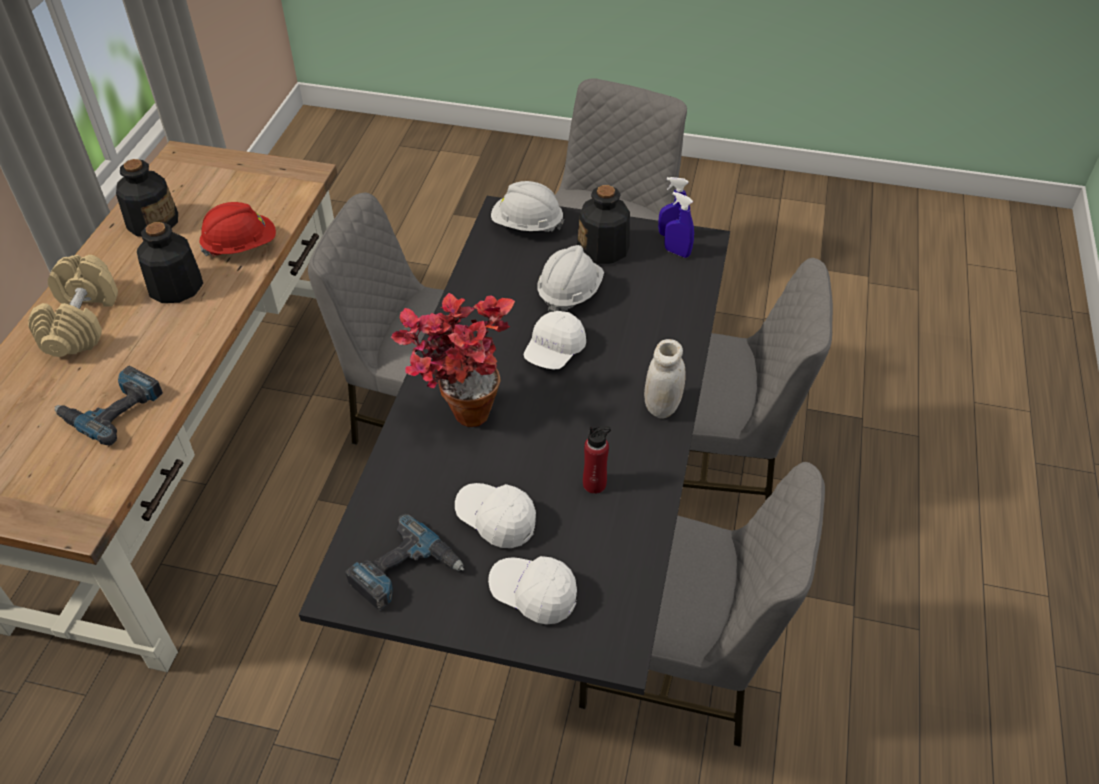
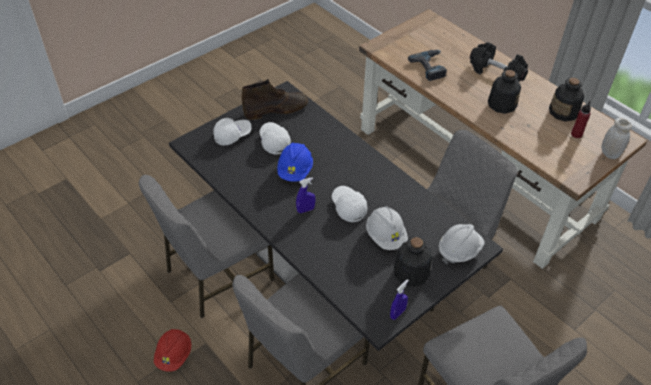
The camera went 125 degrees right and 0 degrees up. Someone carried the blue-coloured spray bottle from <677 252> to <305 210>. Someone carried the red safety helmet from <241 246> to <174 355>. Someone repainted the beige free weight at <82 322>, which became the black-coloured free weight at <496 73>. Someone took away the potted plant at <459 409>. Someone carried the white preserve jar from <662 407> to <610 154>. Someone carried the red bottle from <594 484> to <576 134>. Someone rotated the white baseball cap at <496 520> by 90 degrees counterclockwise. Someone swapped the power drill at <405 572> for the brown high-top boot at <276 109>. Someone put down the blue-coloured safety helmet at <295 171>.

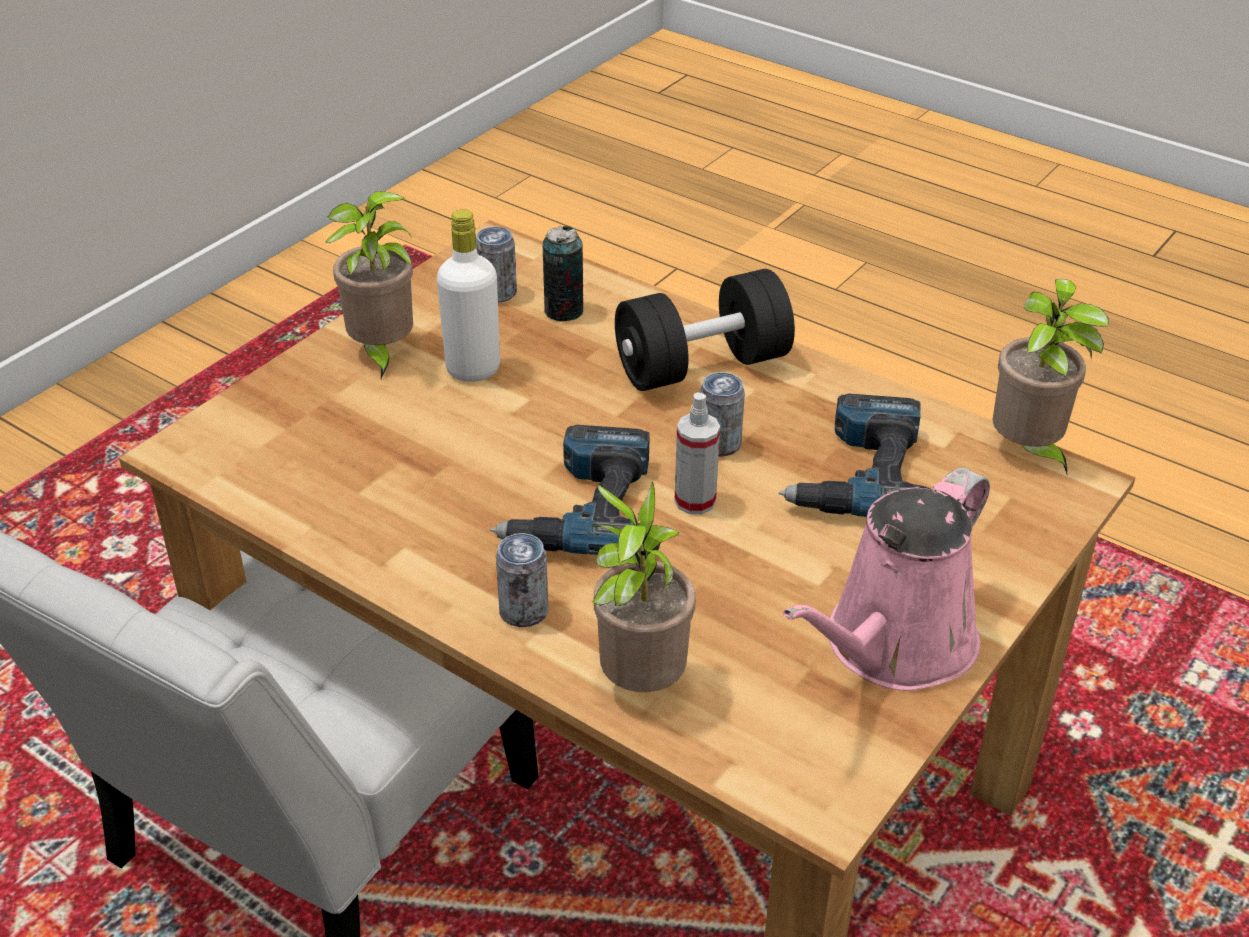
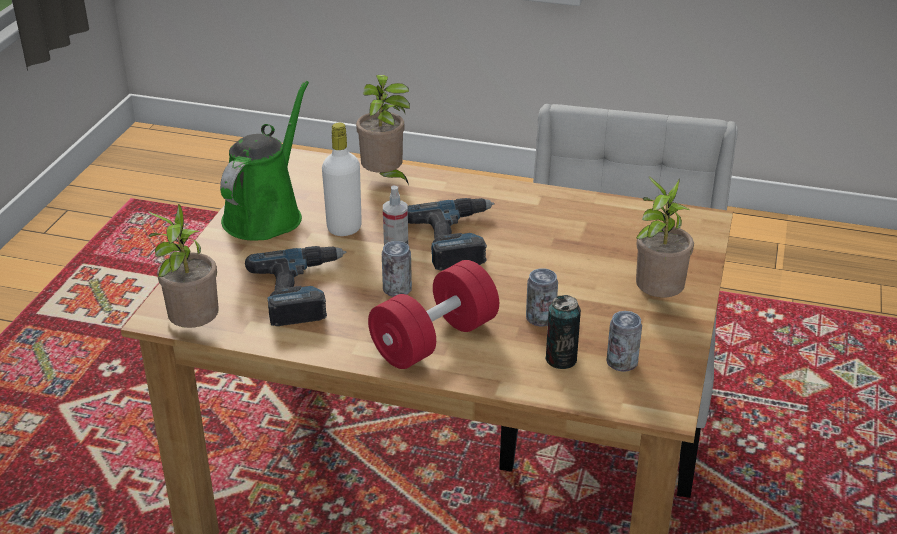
The camera went 160 degrees right and 5 degrees down. Someone carried the white bottle from <473 369> to <344 228>. Someone repainted the black-coloured free weight at <702 366>, which became the red free weight at <434 340>. Someone repainted the pink sprinkling can at <892 646>, which became the green sprinkling can at <266 214>. Someone carried the sealed can from <523 612> to <540 318>.

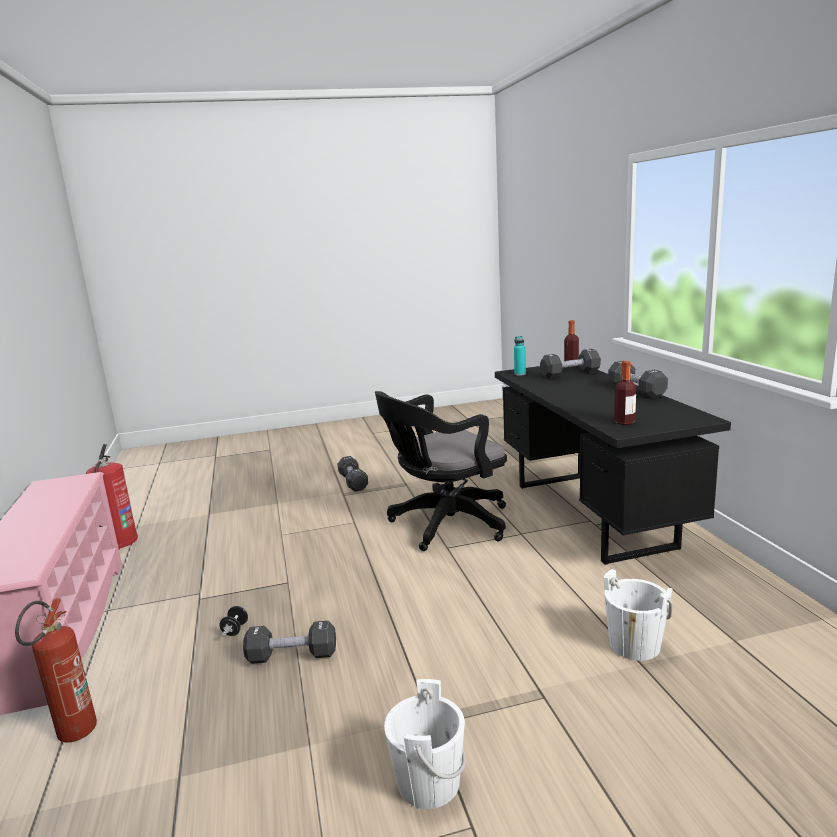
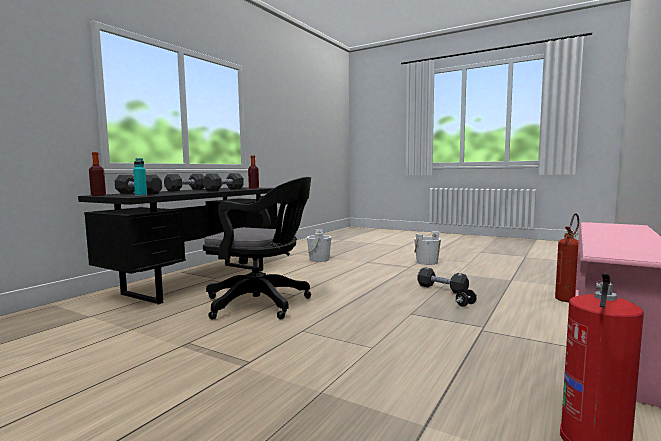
The camera went 135 degrees left and 10 degrees down. Someone carried the black-coloured free weight from <353 482> to <224 190>.

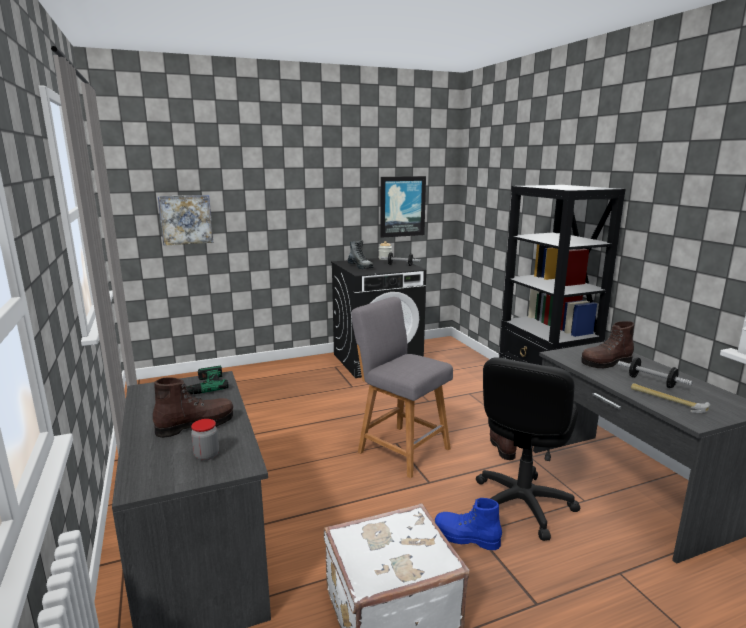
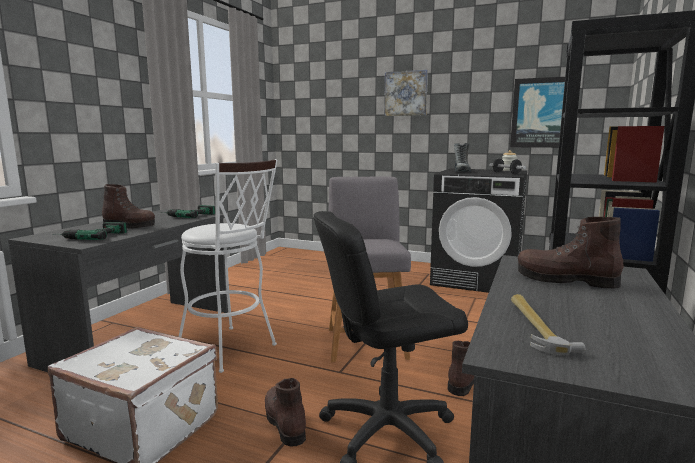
The camera went 45 degrees right and 5 degrees down. Someone carried the wall picture from <186 219> to <406 93>. Someone took away the free weight at <651 382>. Someone swapped the preserve jar at <206 455> for the power drill at <90 236>. Someone repainted the blue-coloured high-top boot at <466 537>, which became the brown high-top boot at <284 422>. Someone put down the white stool at <232 350>.

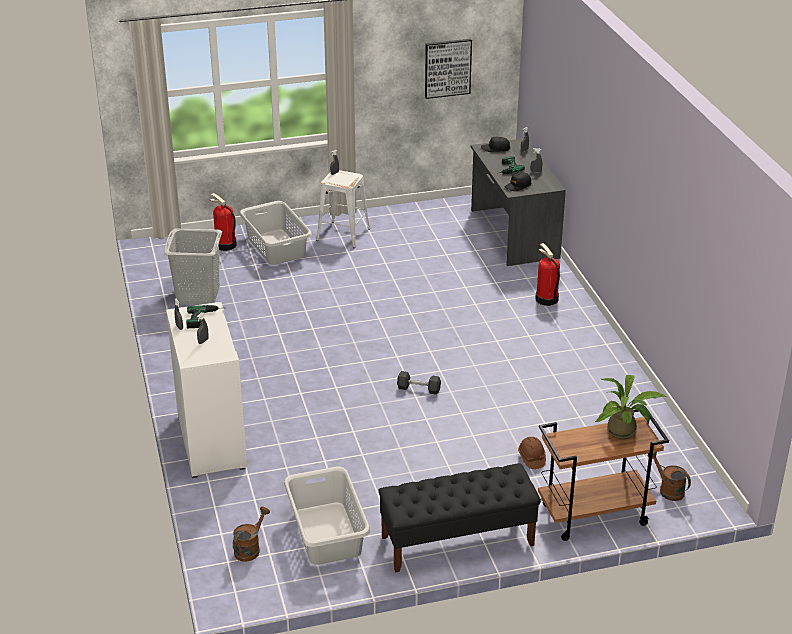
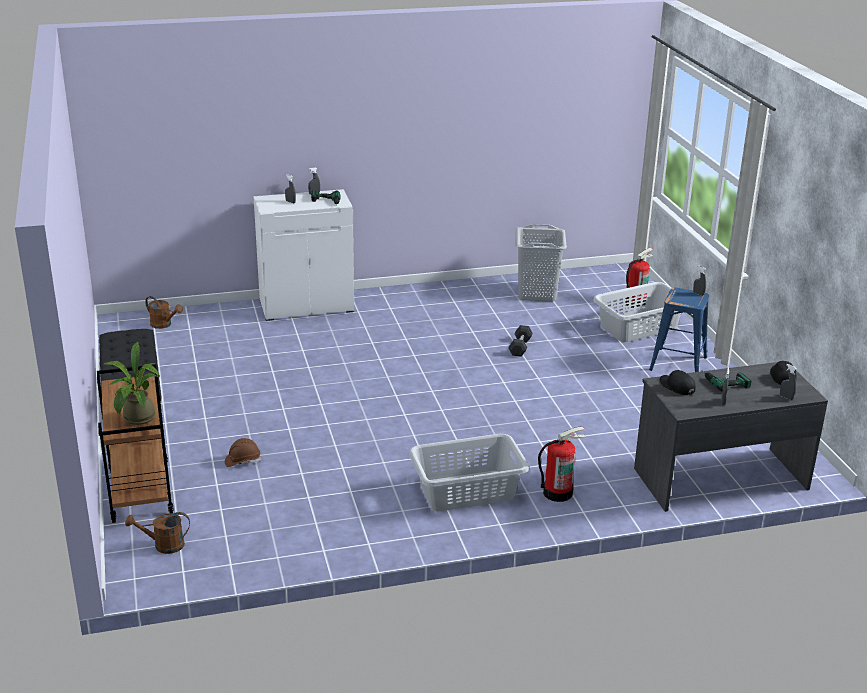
The camera went 90 degrees right and 5 degrees down. Someone took away the wall picture at <447 68>. Someone repainted the white stool at <343 234>, which became the blue-coloured stool at <678 363>. Someone carried the gray free weight from <418 389> to <520 347>. Someone rotated the brown sprinkling can at <668 490> by 150 degrees counterclockwise. Someone carried the gray washing basket from <326 533> to <466 490>.

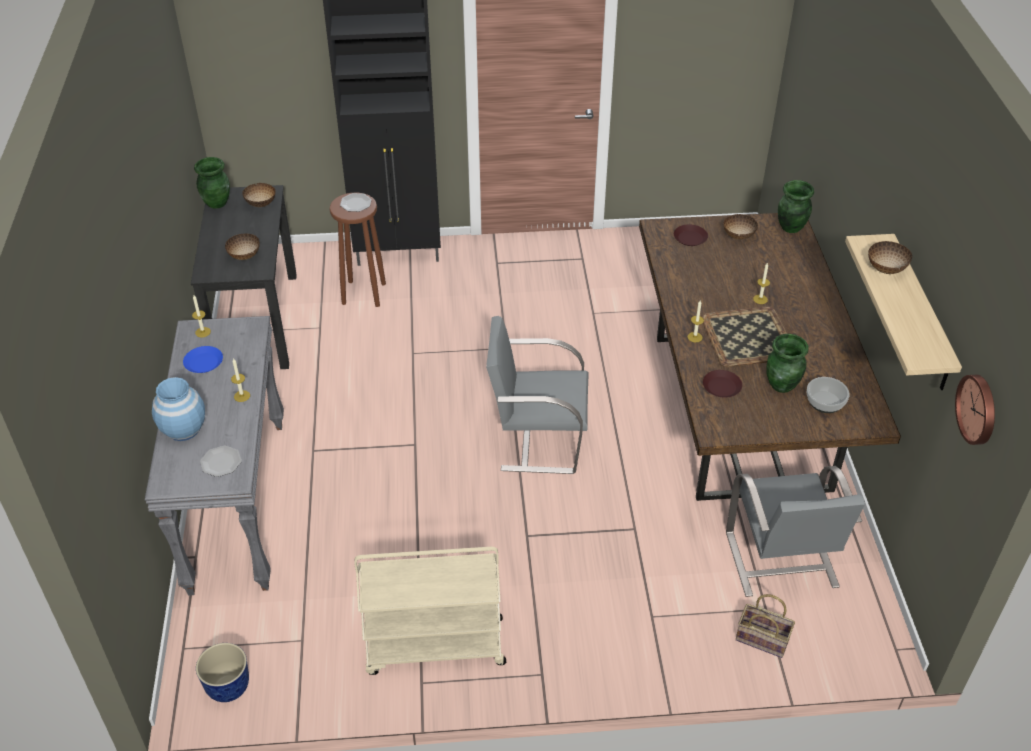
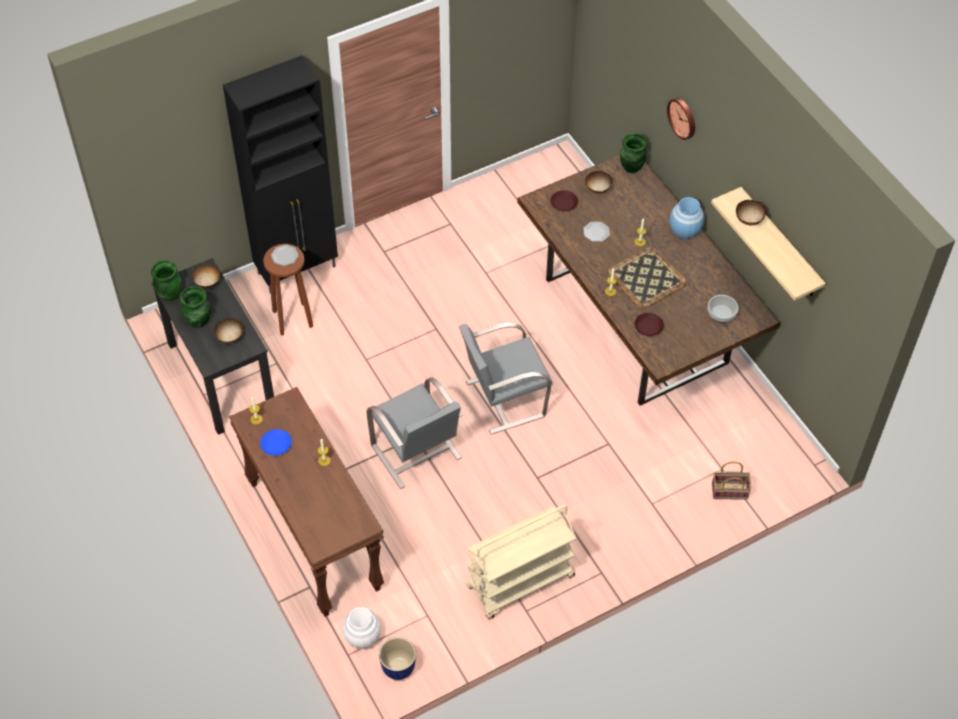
The camera went 25 degrees left and 10 degrees up. Someone repainted the gray hall table at <236 504>, which became the brown hall table at <312 536>. Someone carried the green decorative vase from <782 385> to <199 321>. Someone carried the clock on the wall from <978 409> to <683 118>. Someone carried the blue-coloured decorative vase from <183 429> to <684 231>. Someone carried the dinner plate from <220 462> to <596 232>. Someone carried the gray plain chair from <781 561> to <416 453>. Someone put down the white decorative vase at <363 637>.

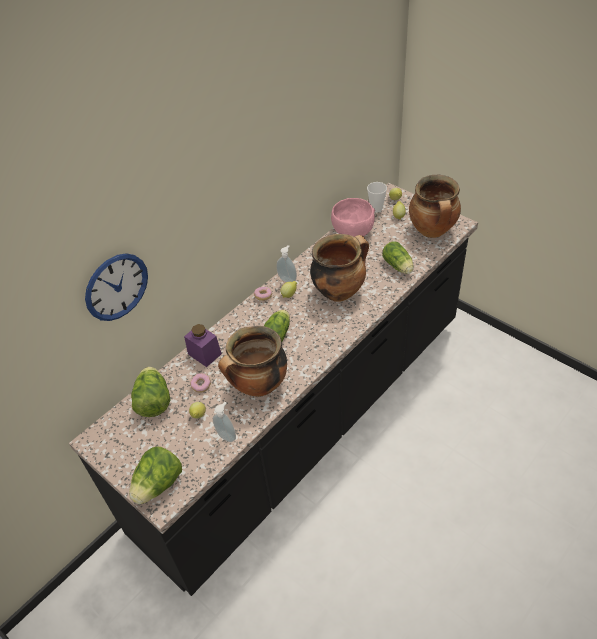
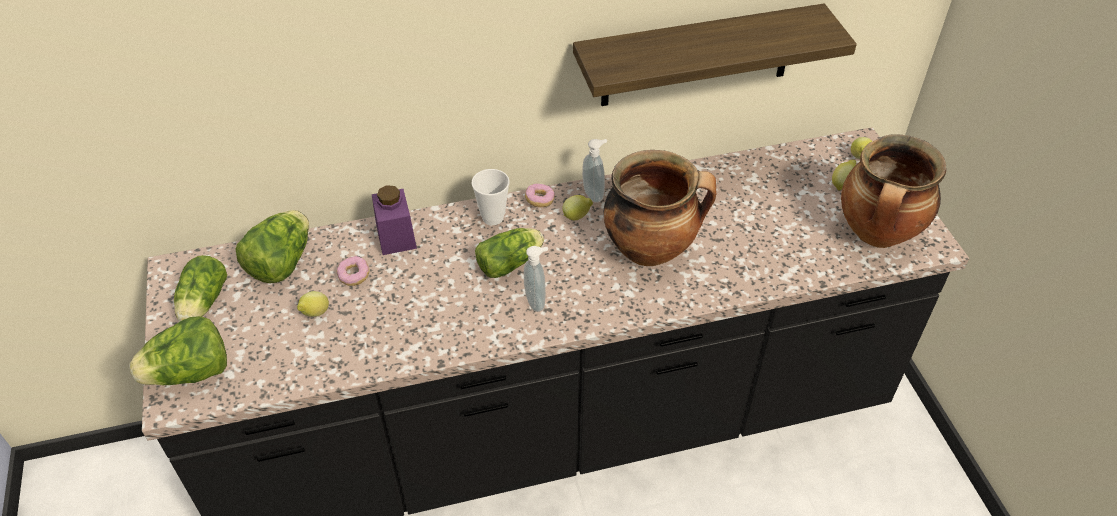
The camera went 30 degrees right and 0 degrees up. Someone carried the cup from <376 209> to <493 217>. Someone took away the pink deep dish at <353 231>. Someone carried the lettuce head from <398 266> to <202 304>. Someone took away the clock on the wall at <116 287>. Someone took away the cooking pot at <258 386>. Someone carried the soap dispenser from <227 435> to <537 301>. Someone put up the shelf at <697 56>.

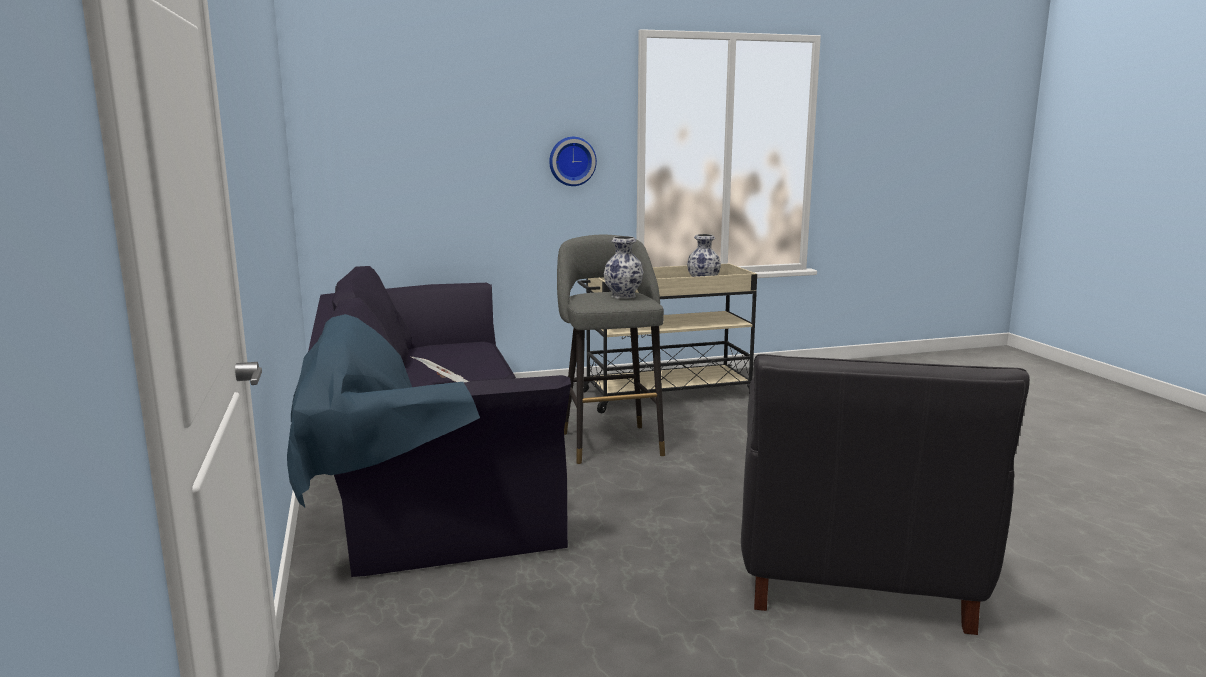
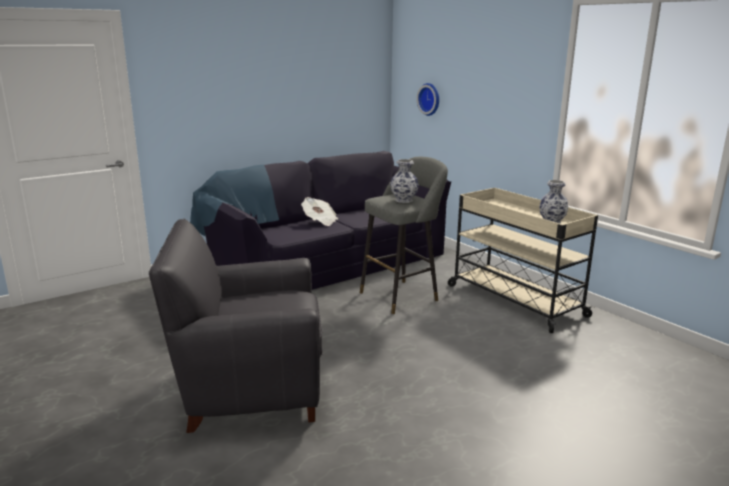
The camera went 70 degrees right and 5 degrees up. Someone carried the clock on the wall from <572 161> to <430 99>.

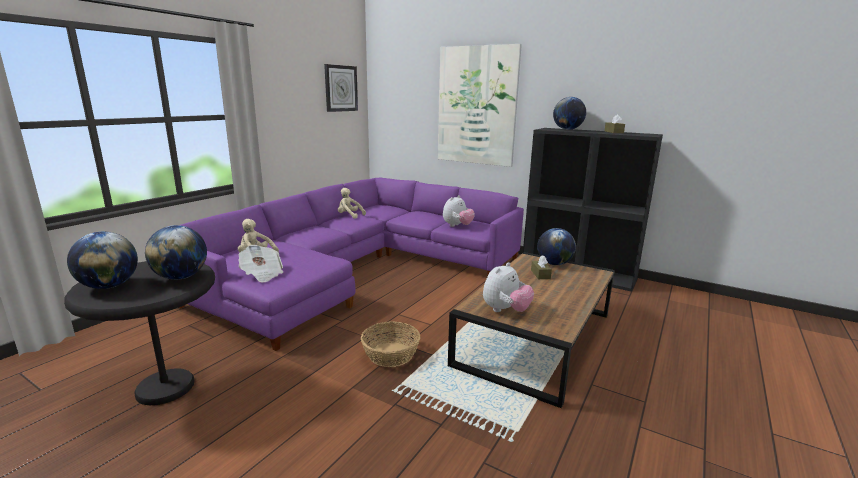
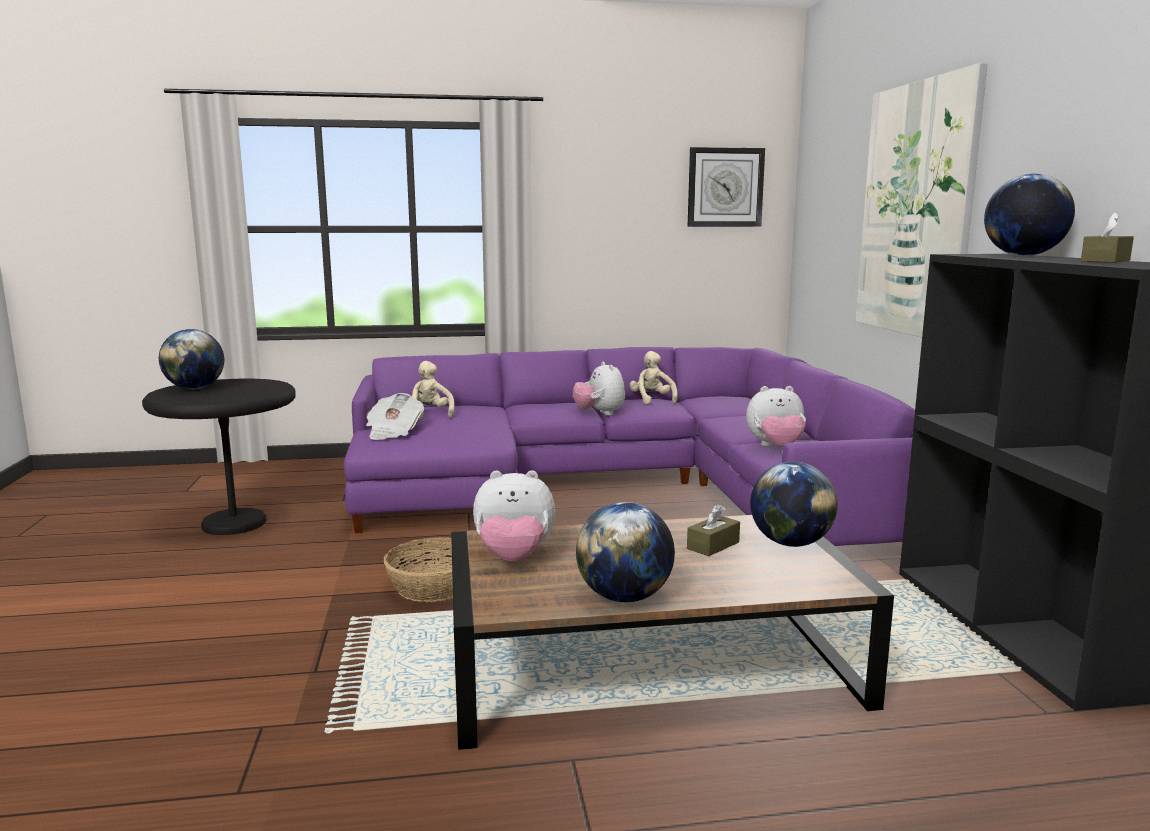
The camera went 50 degrees right and 5 degrees down. Someone carried the world globe from <181 277> to <624 597>. Someone put down the soft toy at <599 414>.

